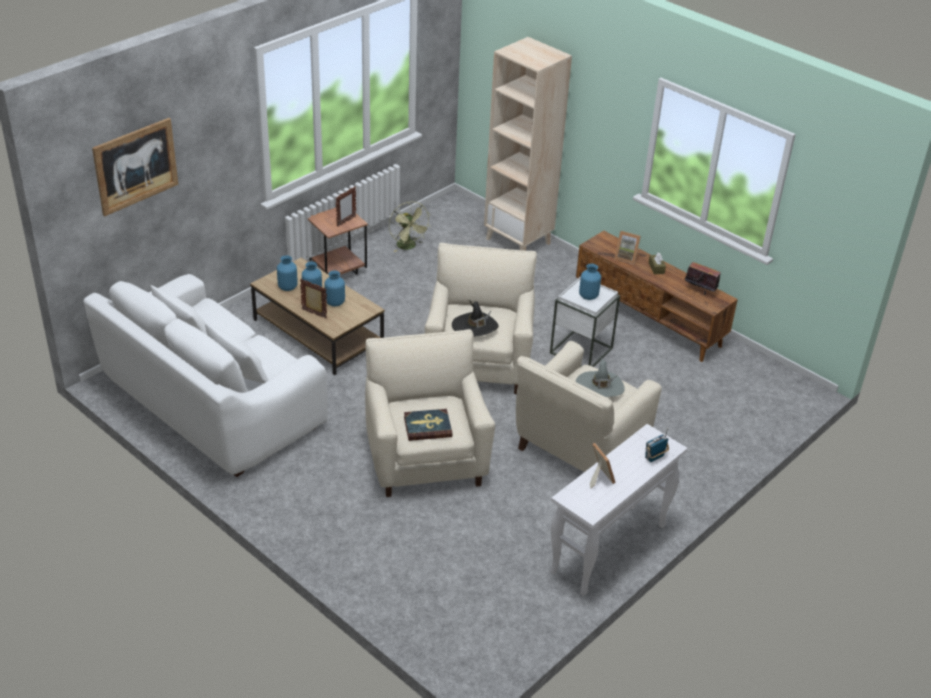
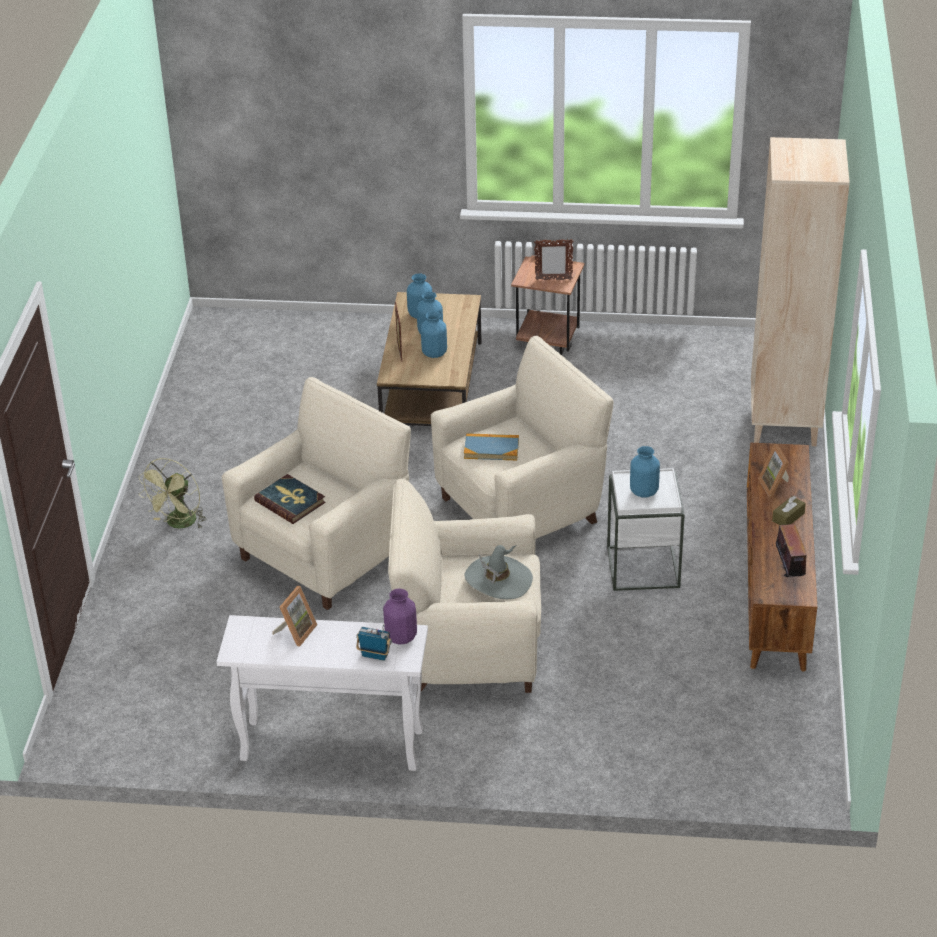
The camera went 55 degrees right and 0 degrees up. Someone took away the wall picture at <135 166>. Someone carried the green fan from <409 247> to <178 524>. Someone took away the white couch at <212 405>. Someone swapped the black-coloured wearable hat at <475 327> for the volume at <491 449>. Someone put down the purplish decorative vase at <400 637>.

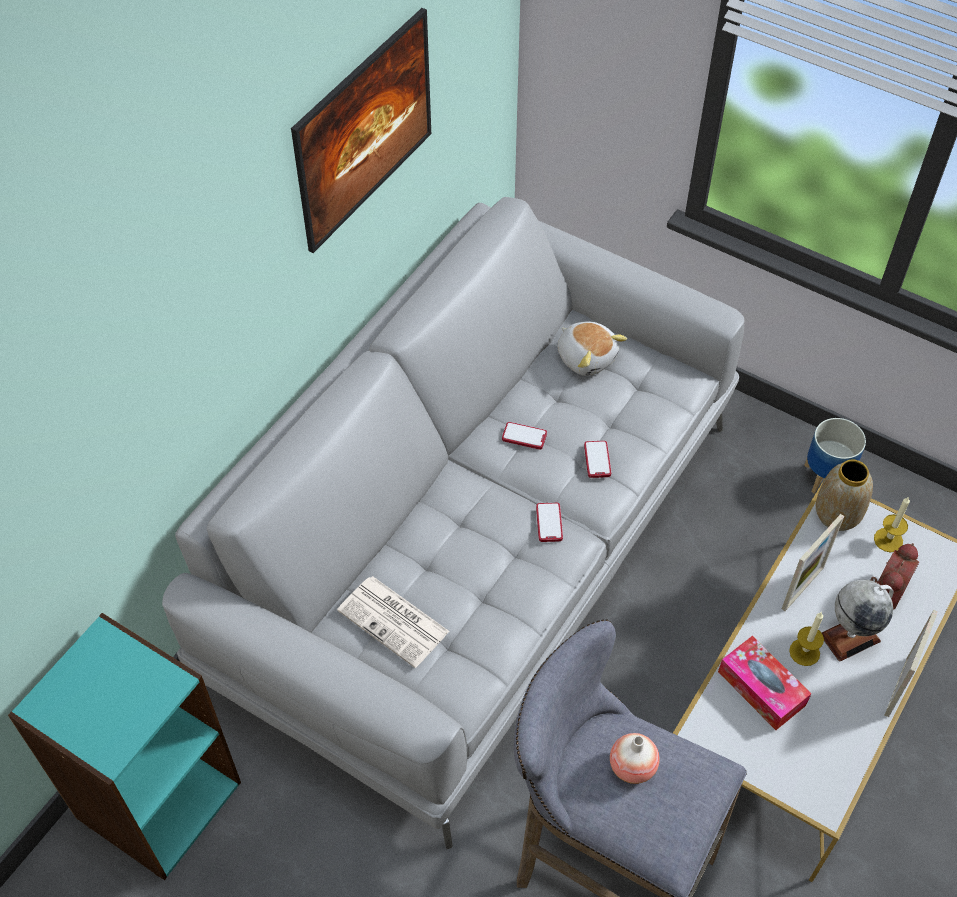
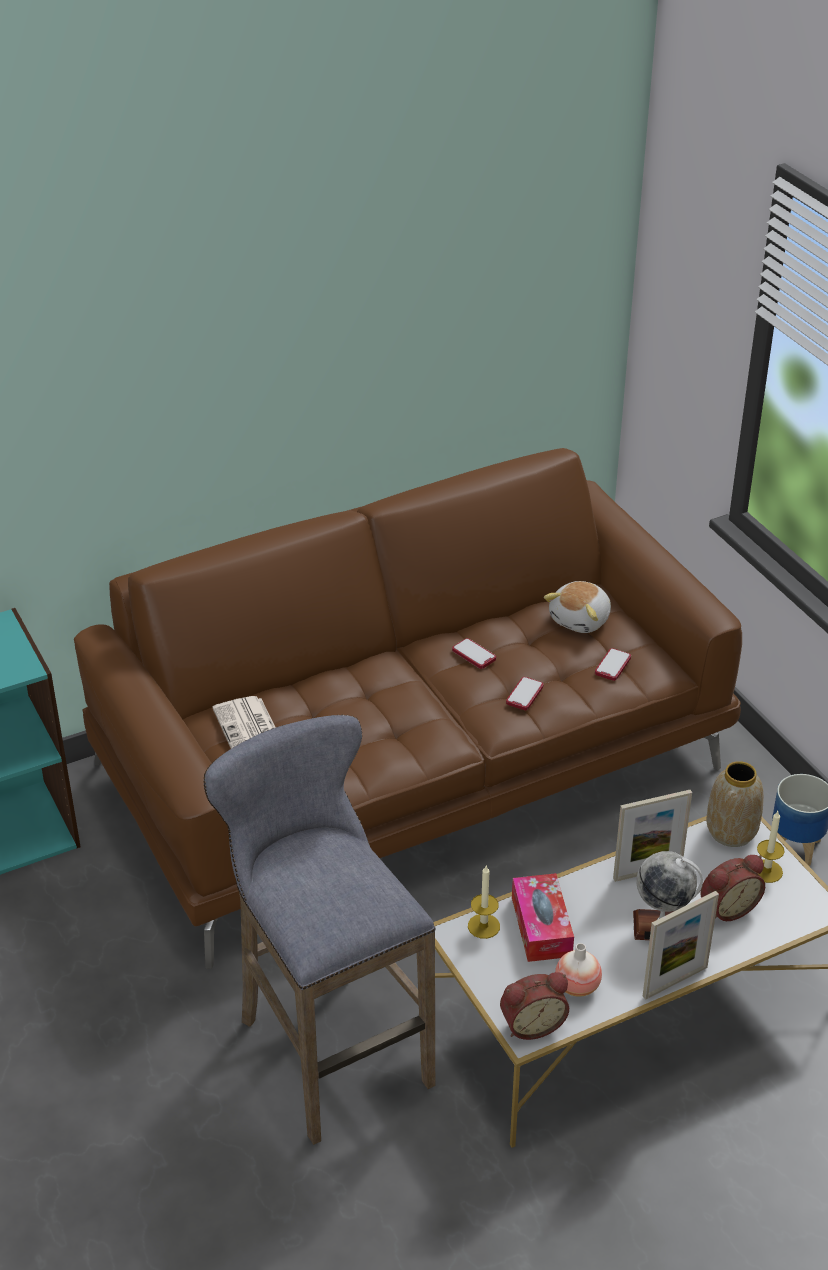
The camera went 30 degrees right and 15 degrees down. Someone took away the wall picture at <367 160>. Someone repainted the gray couch at <478 545>, which became the brown couch at <413 766>. Someone rotated the soft toy at <587 357> by 45 degrees clockwise. Someone carried the handset from <549 523> to <612 665>. Someone carried the candle from <804 652> to <483 926>. Someone carried the decorative vase from <632 766> to <577 986>. Someone put down the alarm clock at <531 1023>.

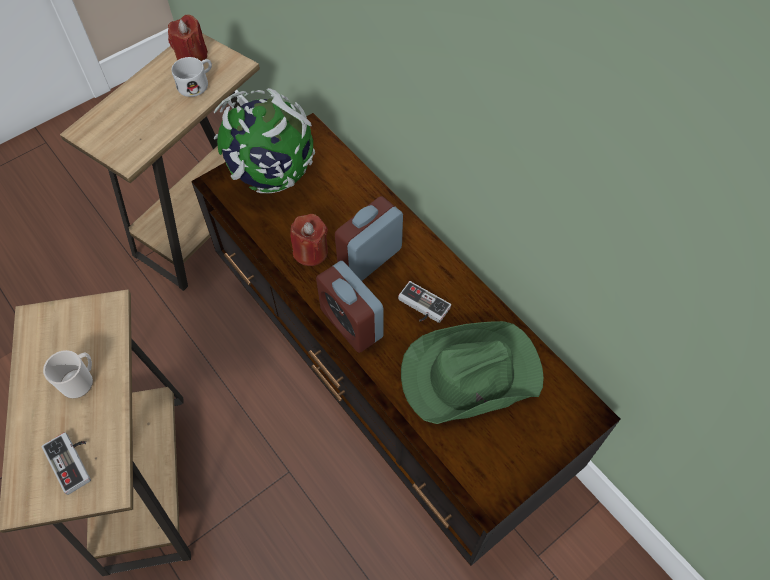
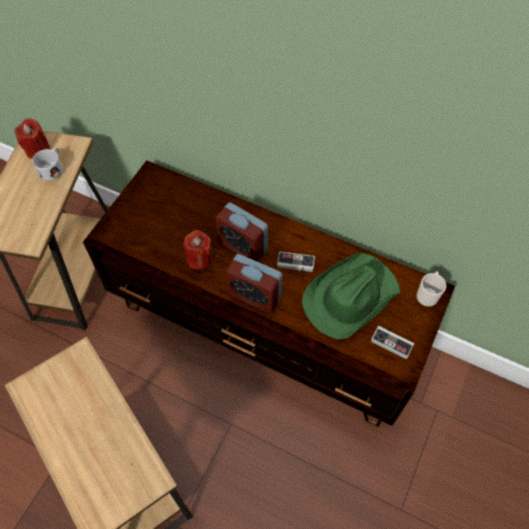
The camera went 25 degrees left and 0 degrees up. Someone took away the world globe at <271 175>. Someone rotated the alarm clock at <370 258> by 75 degrees counterclockwise. Someone carried the mug from <80 381> to <427 295>. Someone carried the gamepad from <73 461> to <393 340>.

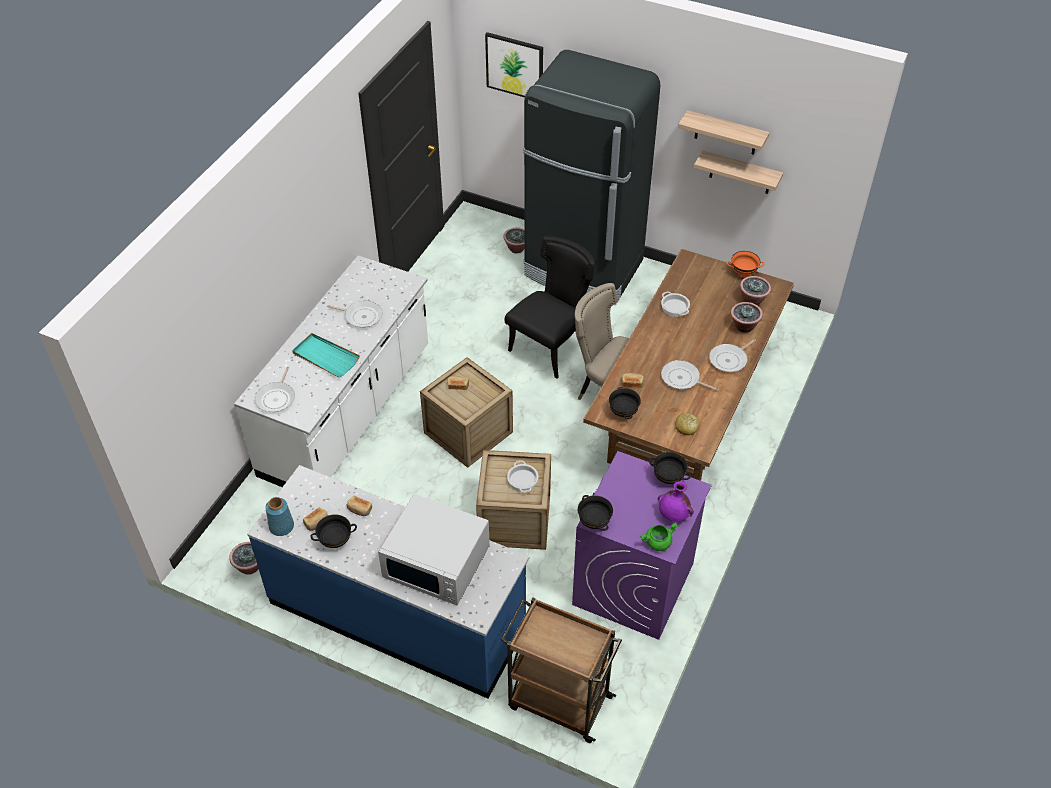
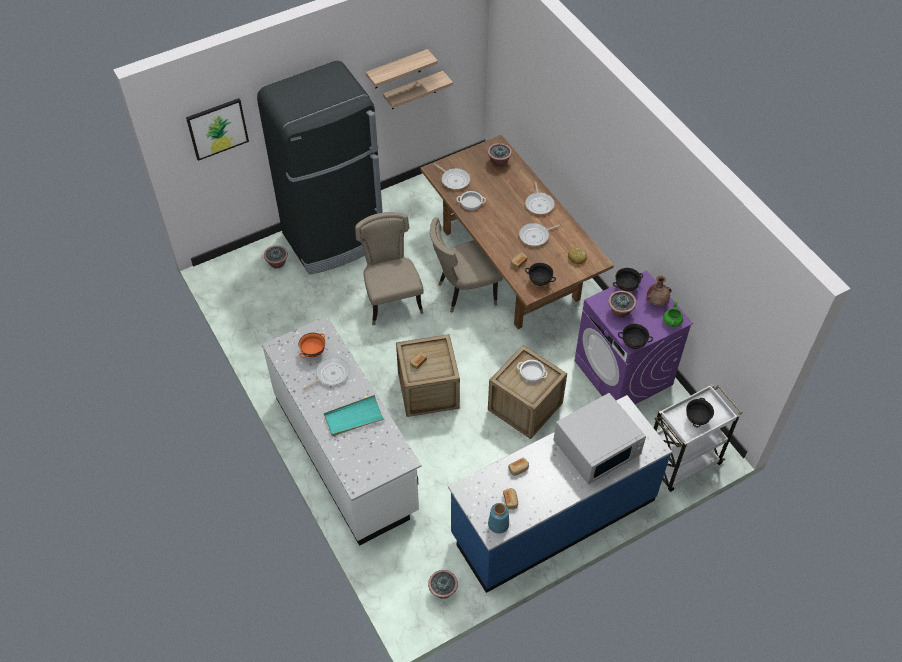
The camera went 55 degrees left and 5 degrees up. Someone repainted the black-coloured plain chair at <550 347>, which became the beige plain chair at <391 300>. Someone carried the orange deep dish from <743 273> to <313 352>. Someone carried the potted plant from <744 326> to <620 311>. Someone carried the pan from <276 398> to <454 180>. Someone repainted the purplish decorative vase at <674 515>, which became the brown decorative vase at <657 302>. Someone carried the black-coloured deep dish from <335 542> to <697 419>. Someone repainted the brown cart at <558 701>, which became the white cart at <681 463>.

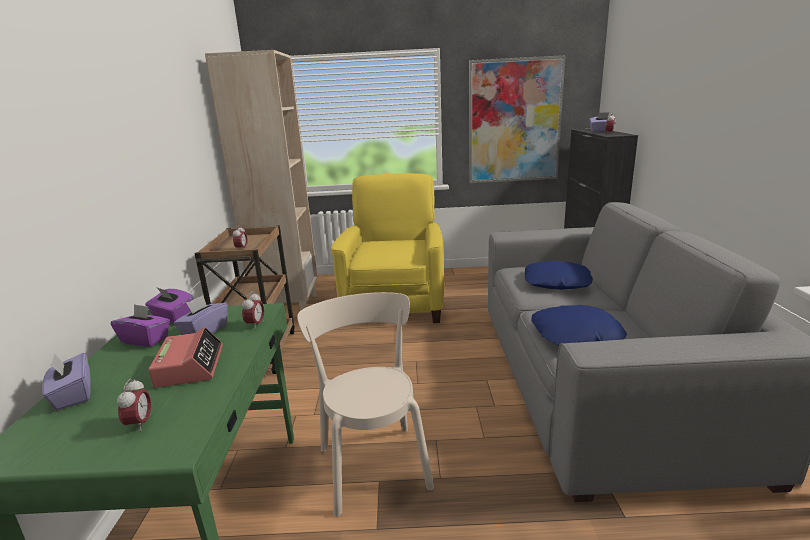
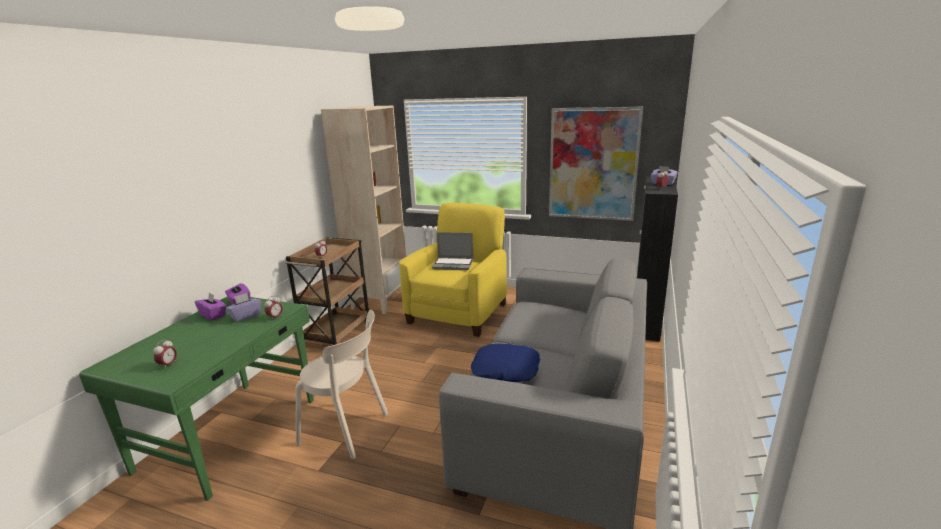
The camera went 20 degrees right and 0 degrees up. Someone took away the blue-coloured cushion at <556 282>. Someone rotated the beige plain chair at <373 463> by 105 degrees clockwise. Someone took away the alarm clock at <190 366>. Someone took away the purplish box of tissues at <73 395>. Someone put down the notebook computer at <454 264>.

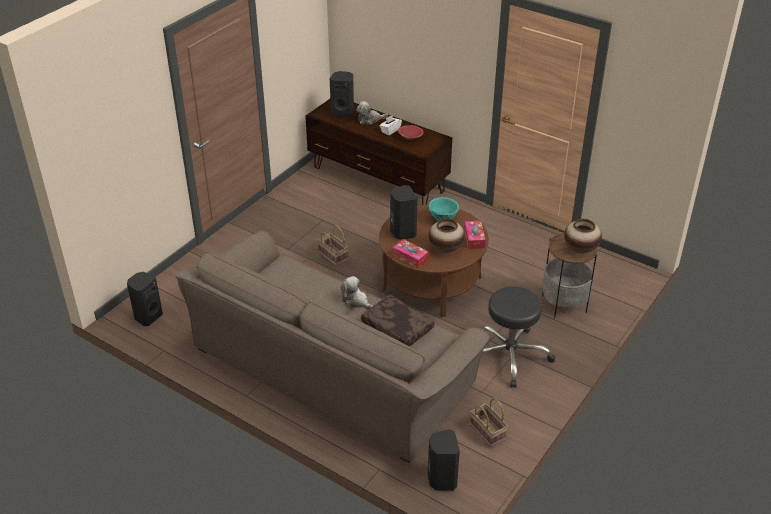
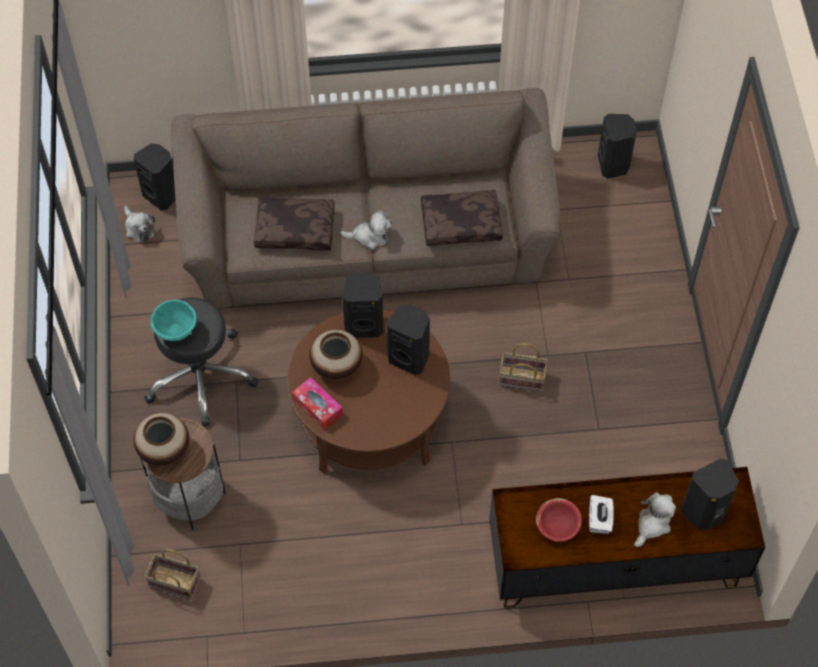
The camera went 140 degrees right and 20 degrees up. Someone carried the blue-green deep dish from <442 219> to <176 331>. Someone swapped the box of tissues at <410 258> for the black-coloured audio speaker at <364 324>. Someone carried the storage basket from <488 432> to <173 582>. Someone put down the brown cushion at <461 223>. Someone put down the soft toy at <138 228>.

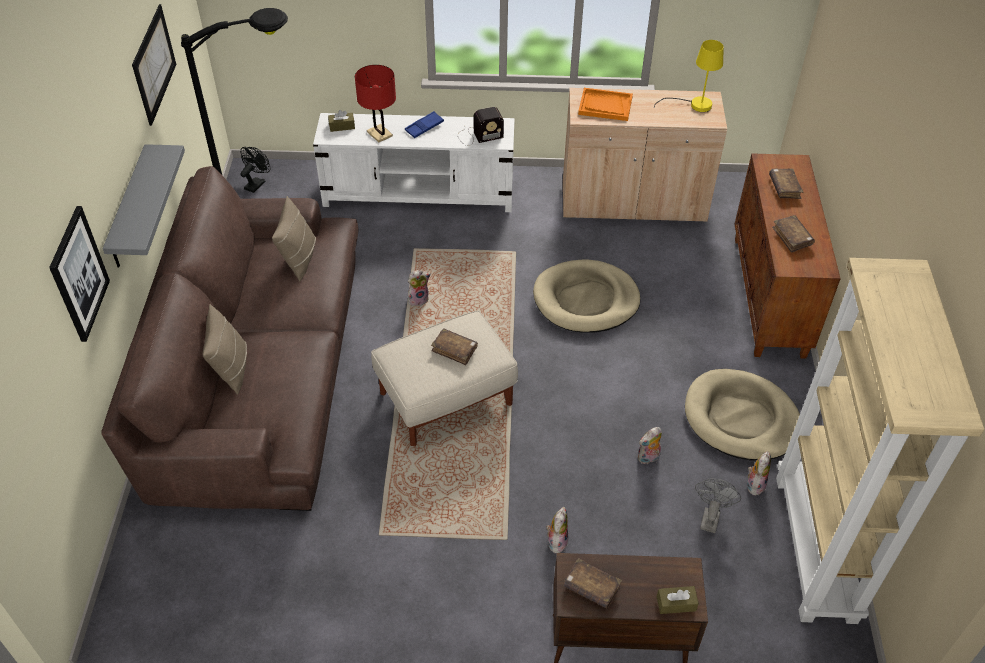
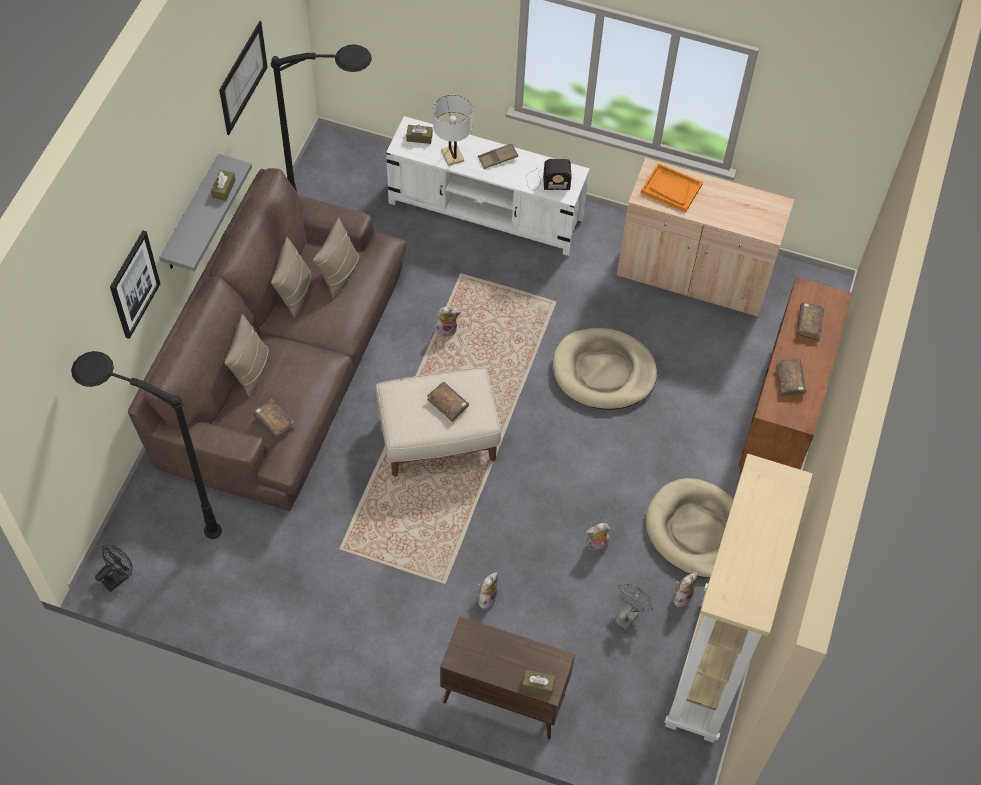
The camera went 15 degrees right and 10 degrees up. Someone took away the yellow-coloured table lamp at <694 105>. Someone repainted the red table lamp at <379 134>, which became the white table lamp at <452 155>. Someone repainted the blue-coloured serving tray at <424 127>, which became the brown serving tray at <498 158>. Someone carried the black-coloured fan from <256 183> to <118 577>. Someone carried the brown volume from <591 587> to <274 422>. Someone put down the brown box of tissues at <224 189>. Someone put down the beige cushion at <294 293>. Someone put down the black-coloured standard lamp at <162 514>.

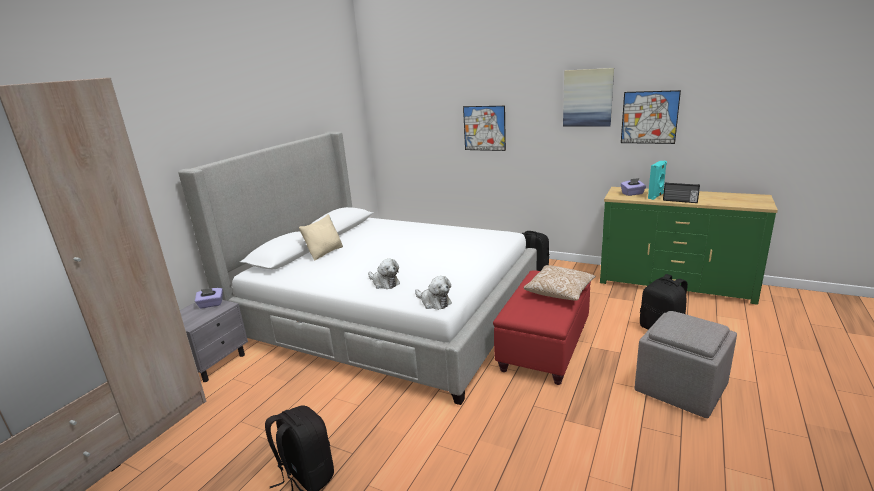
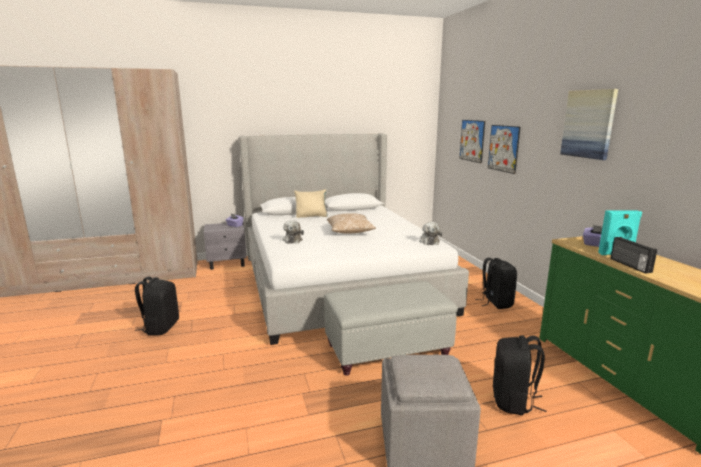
The camera went 45 degrees right and 5 degrees down. Someone carried the wall picture from <649 117> to <472 140>. Someone carried the cushion from <559 292> to <350 232>. Someone repainted the red pouffe at <544 347>, which became the gray pouffe at <388 350>. Someone carried the soft toy from <434 302> to <429 241>.

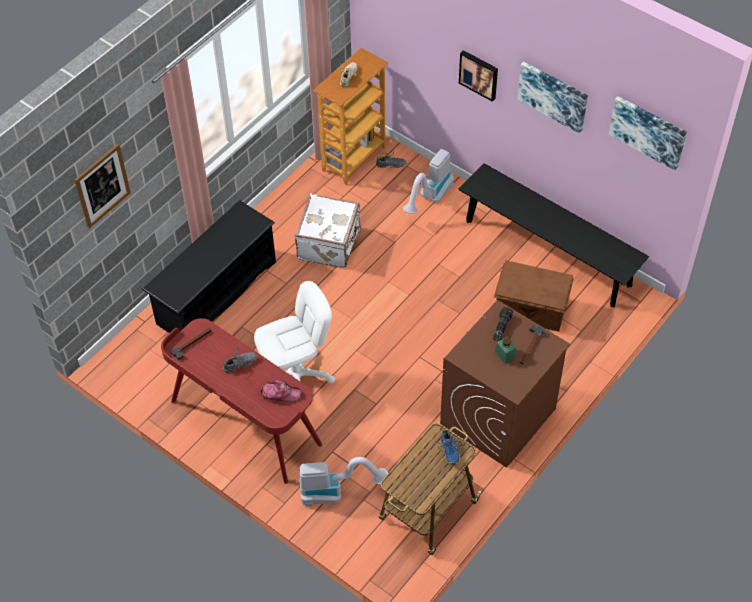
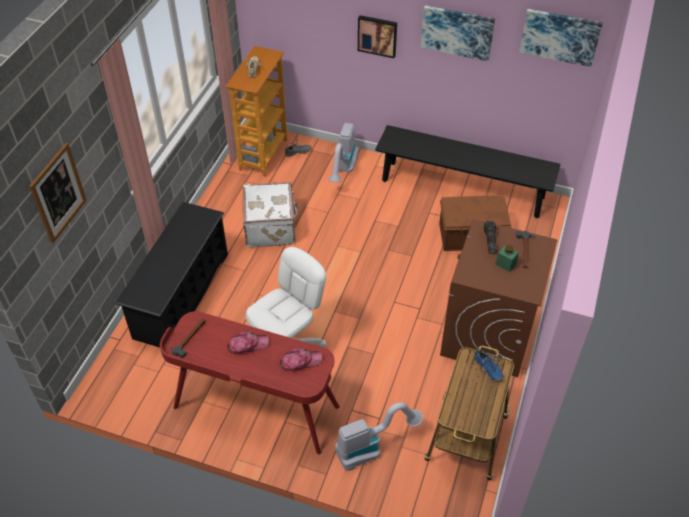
The camera went 20 degrees left and 5 degrees down. Someone swapped the gray low shoe at <240 364> for the baseball cap at <247 345>.

